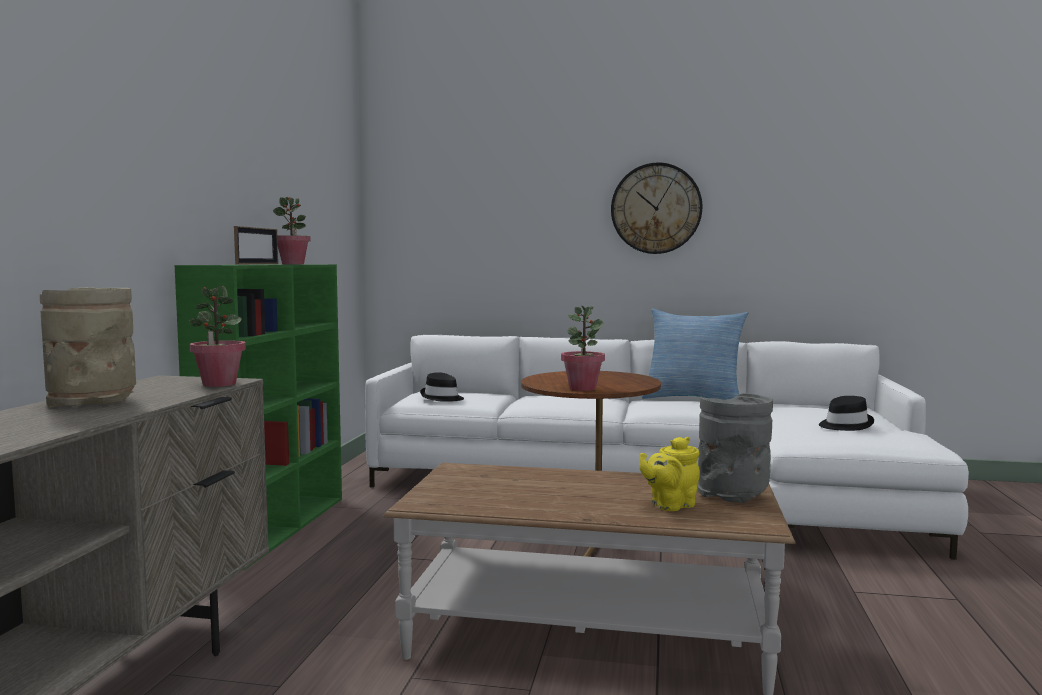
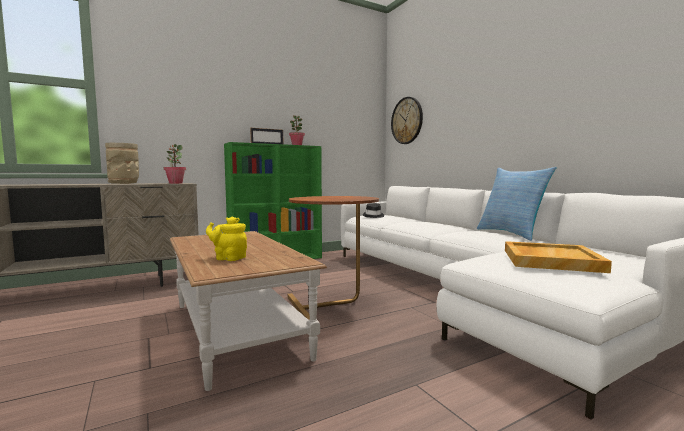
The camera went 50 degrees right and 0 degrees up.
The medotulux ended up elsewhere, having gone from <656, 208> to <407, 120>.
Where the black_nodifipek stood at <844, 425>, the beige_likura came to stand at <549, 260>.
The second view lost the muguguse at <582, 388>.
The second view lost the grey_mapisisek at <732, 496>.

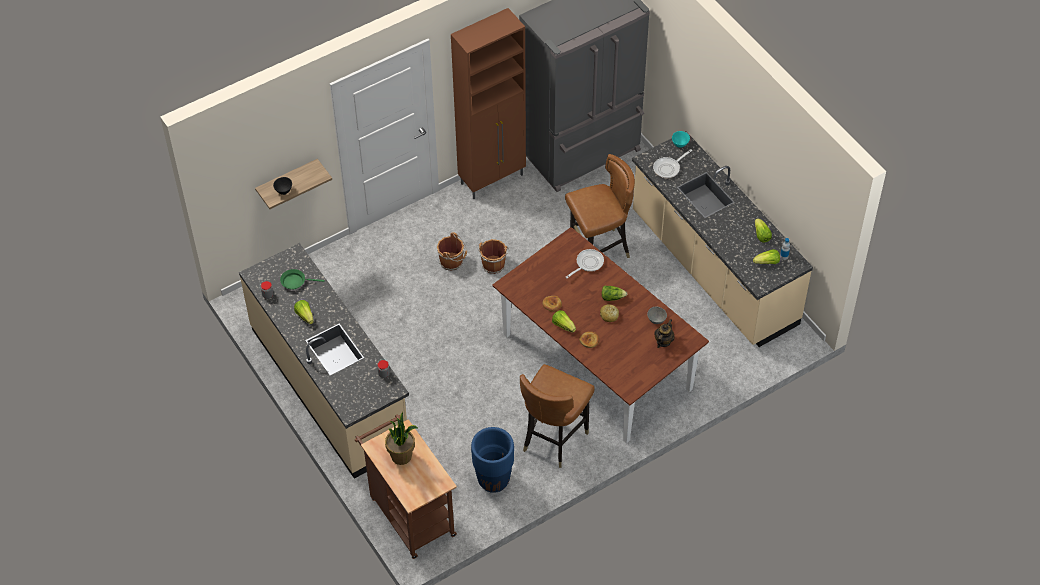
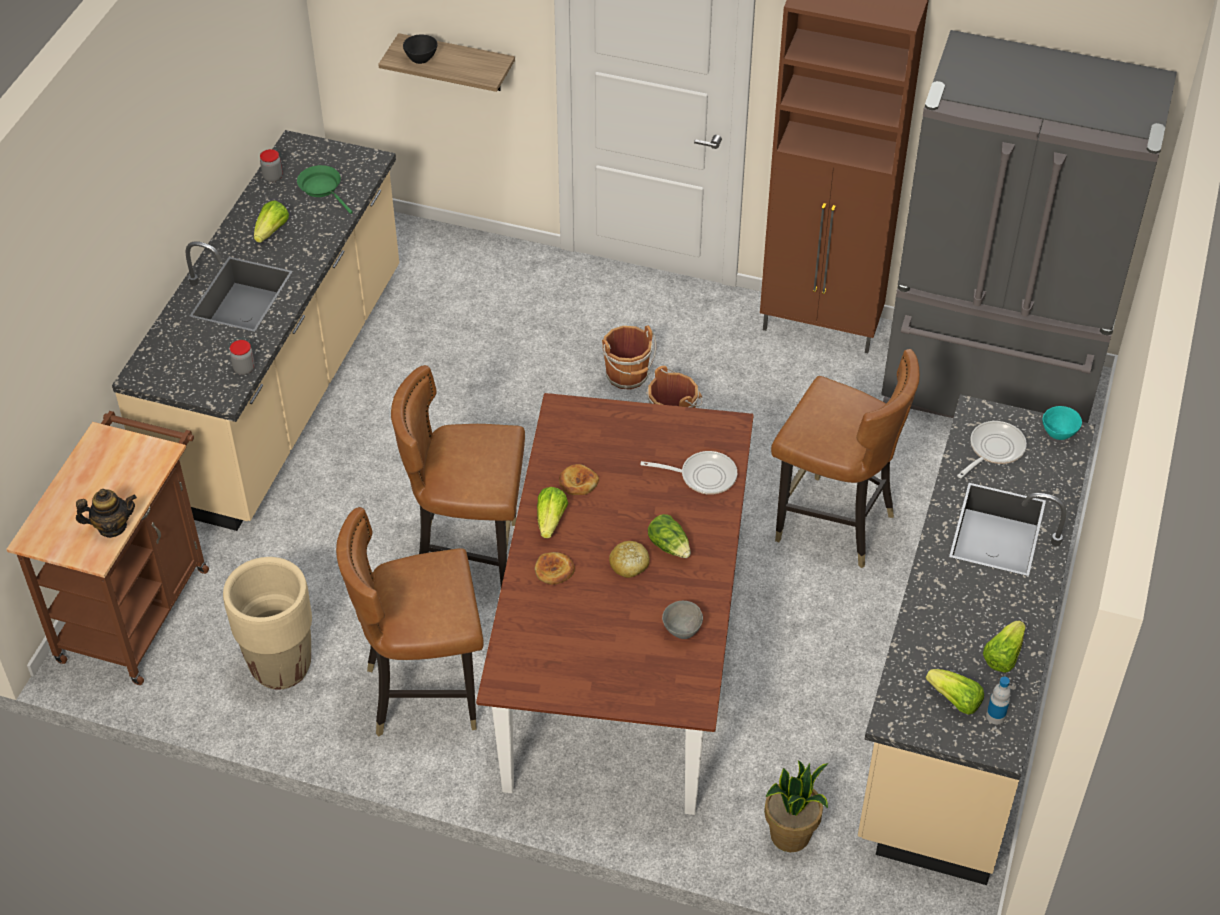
The camera went 50 degrees right and 5 degrees down.
The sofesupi ended up elsewhere, having gone from <663, 341> to <112, 527>.
What was the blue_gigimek at <493, 480> turned into the beige_gigimek at <281, 667>.
The second view gained the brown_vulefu at <470, 558>.
The muguguse ended up elsewhere, having gone from <402, 456> to <790, 836>.
The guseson at <668, 168> ended up facing another way, 120 degrees clockwise from before.

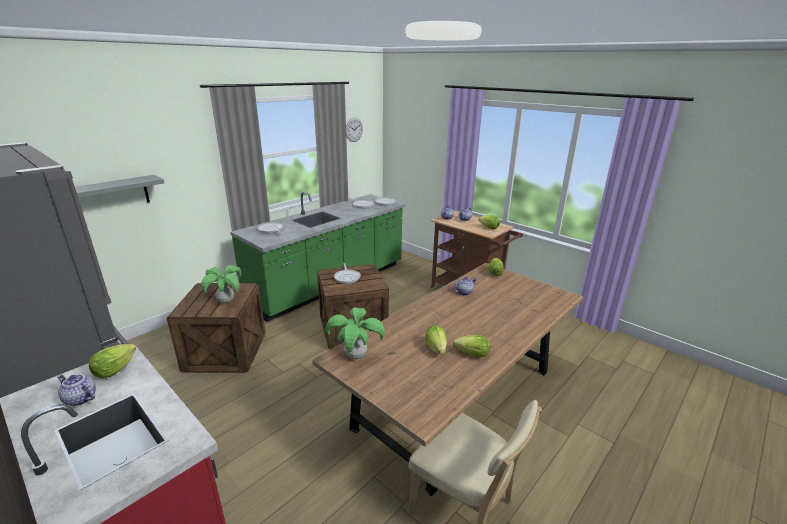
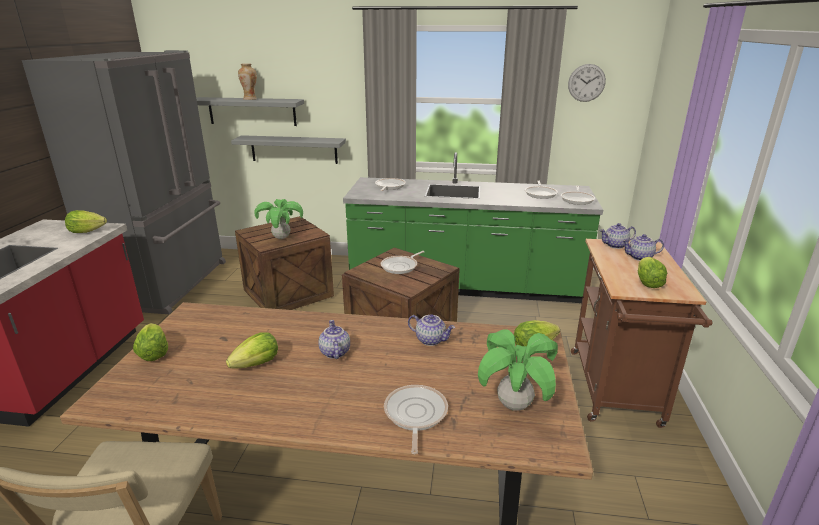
The camera went 55 degrees right and 0 degrees up.
The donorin ended up elsewhere, having gone from <472, 354> to <153, 353>.
The second view gained the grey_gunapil at <294, 149>.
The second view gained the mapisisek at <250, 99>.
The sofesupi ended up elsewhere, having gone from <79, 399> to <334, 352>.
The second view gained the guseson at <415, 415>.
The muguguse ended up elsewhere, having gone from <356, 356> to <514, 405>.

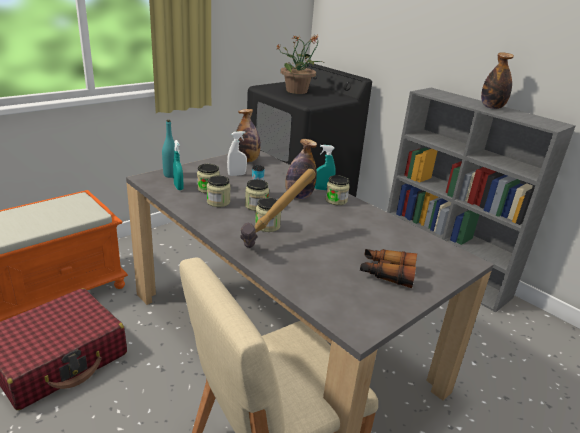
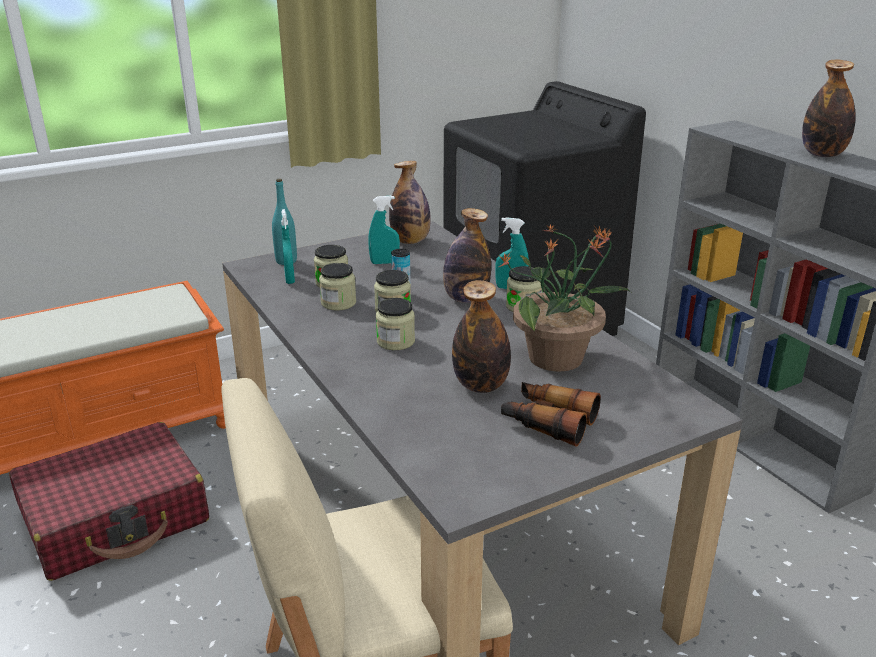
The camera went 15 degrees right and 0 degrees up.
What was the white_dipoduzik at <236, 175> turned into the turquoise_dipoduzik at <384, 262>.
The second view gained the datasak at <481, 386>.
The muguguse ended up elsewhere, having gone from <297, 91> to <558, 358>.
The second view lost the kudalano at <276, 244>.

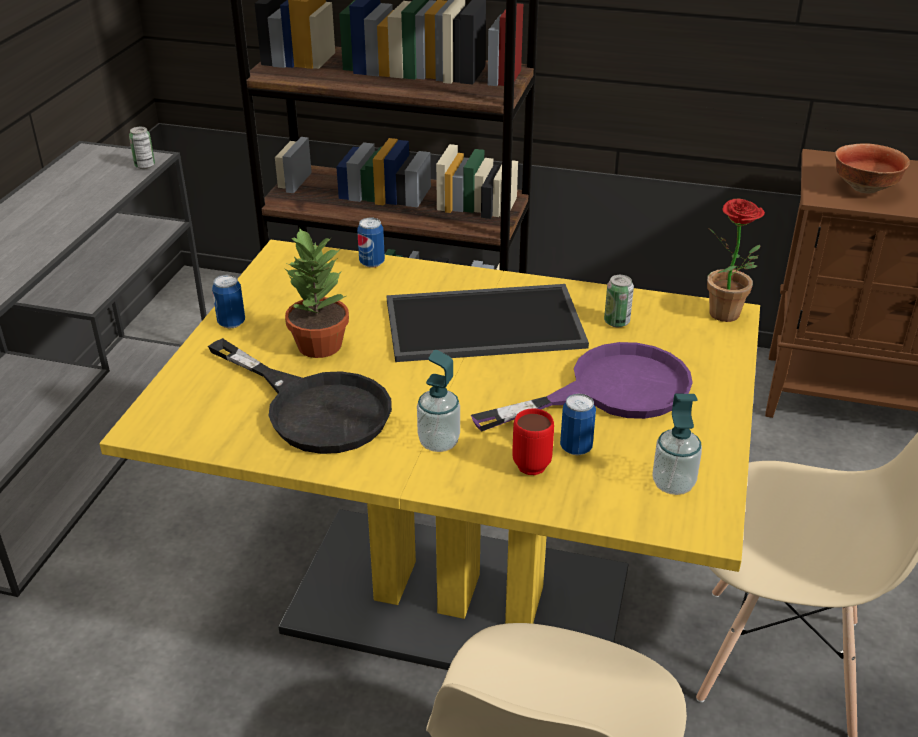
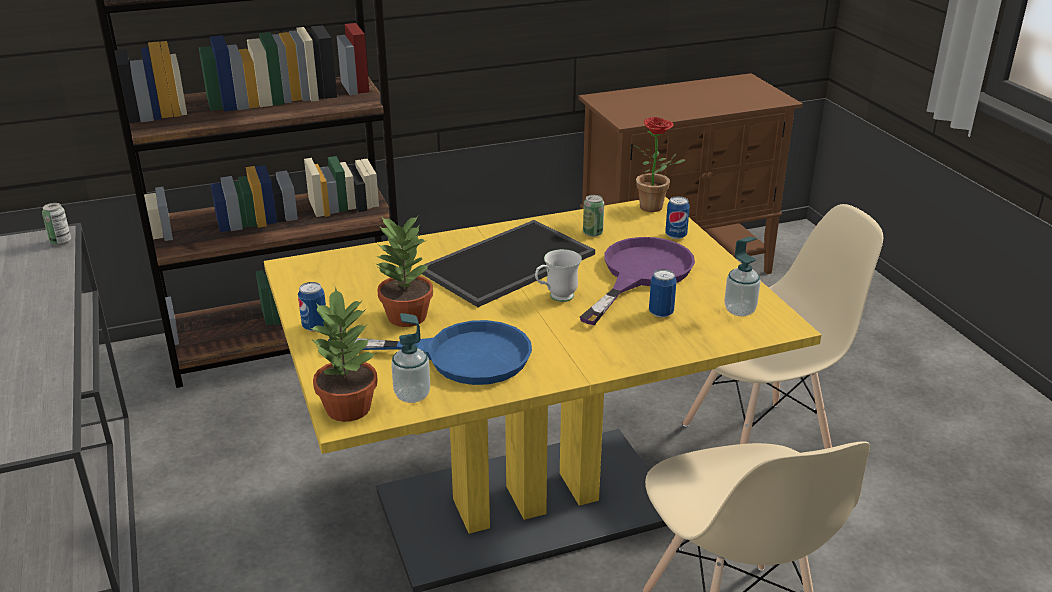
The camera went 35 degrees left and 5 degrees down.
The second view gained the muguguse at <349, 407>.
What was the black_guseson at <314, 407> turned into the blue_guseson at <458, 356>.
The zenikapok ended up elsewhere, having gone from <439, 442> to <412, 395>.
The second view gained the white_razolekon at <556, 298>.
The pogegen ended up elsewhere, having gone from <372, 263> to <676, 235>.
The second view lost the red_razolekon at <533, 461>.
The second view lost the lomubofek at <863, 188>.

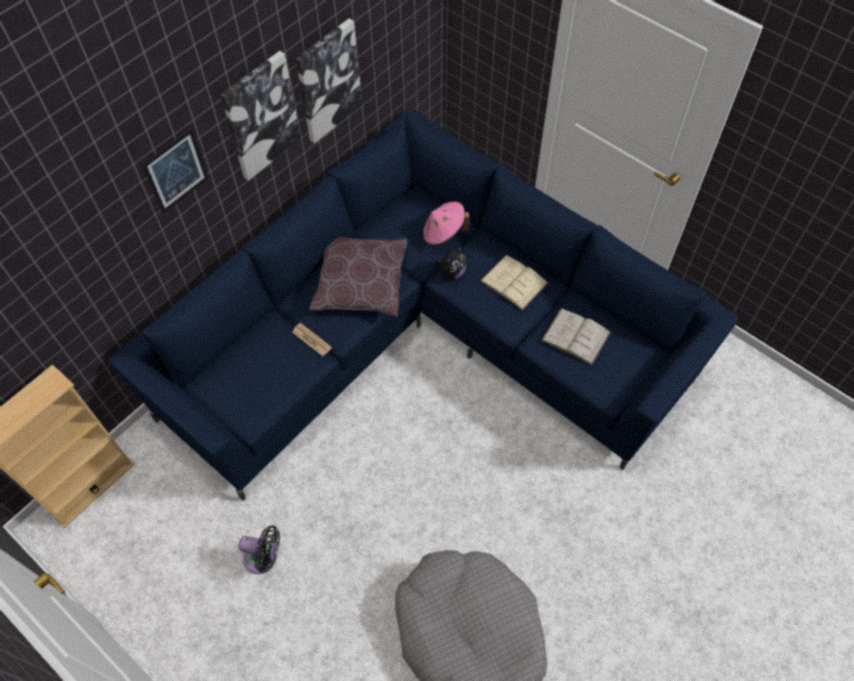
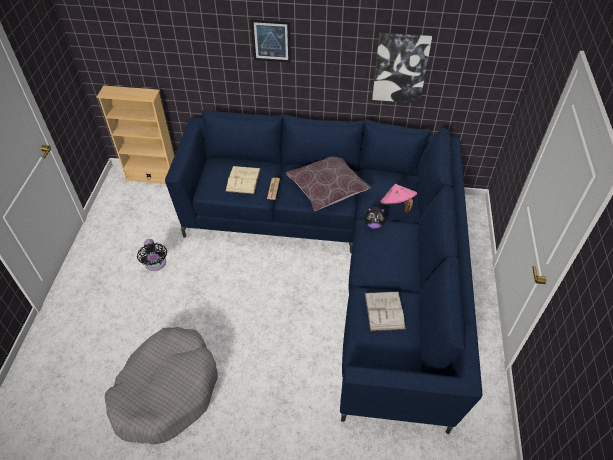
The camera went 55 degrees right and 10 degrees down.
The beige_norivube ended up elsewhere, having gone from <513, 282> to <243, 180>.
The second view lost the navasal at <260, 116>.

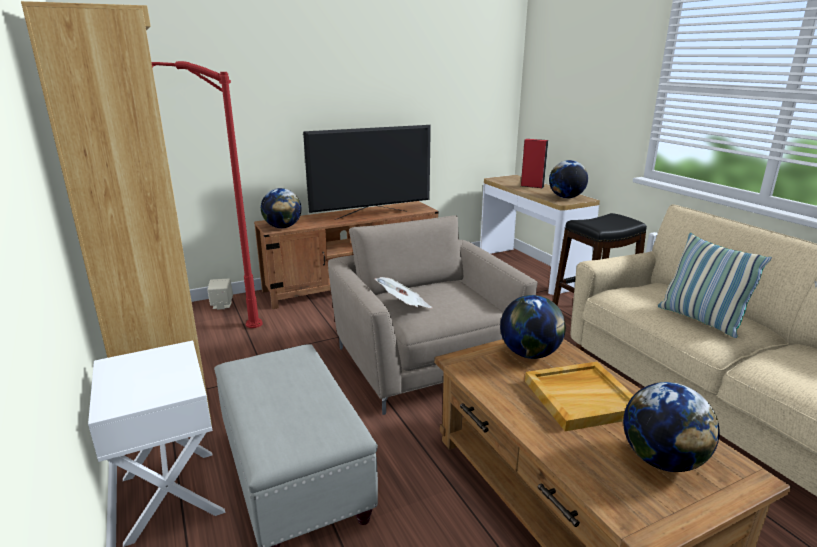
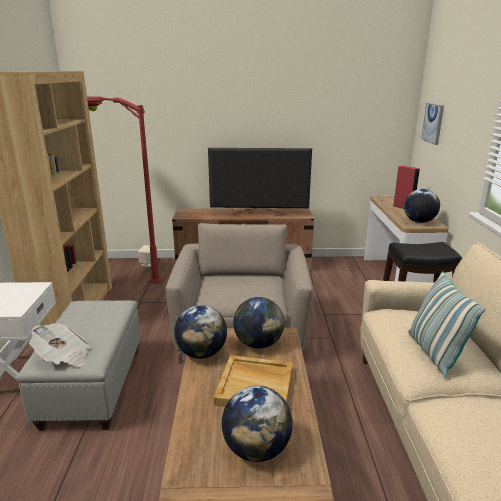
The camera went 25 degrees right and 0 degrees up.
The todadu ended up elsewhere, having gone from <404, 306> to <63, 357>.
The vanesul ended up elsewhere, having gone from <283, 227> to <202, 353>.
The second view gained the navasal at <433, 123>.

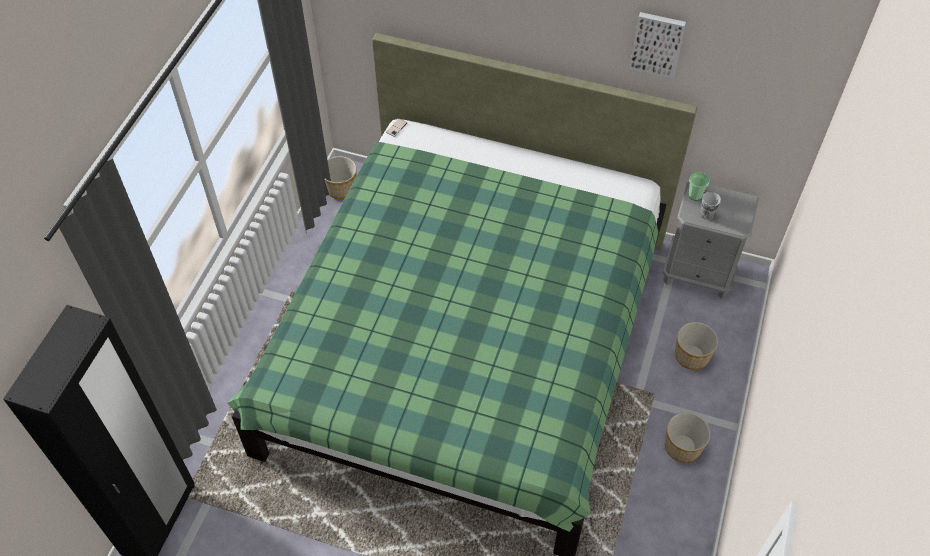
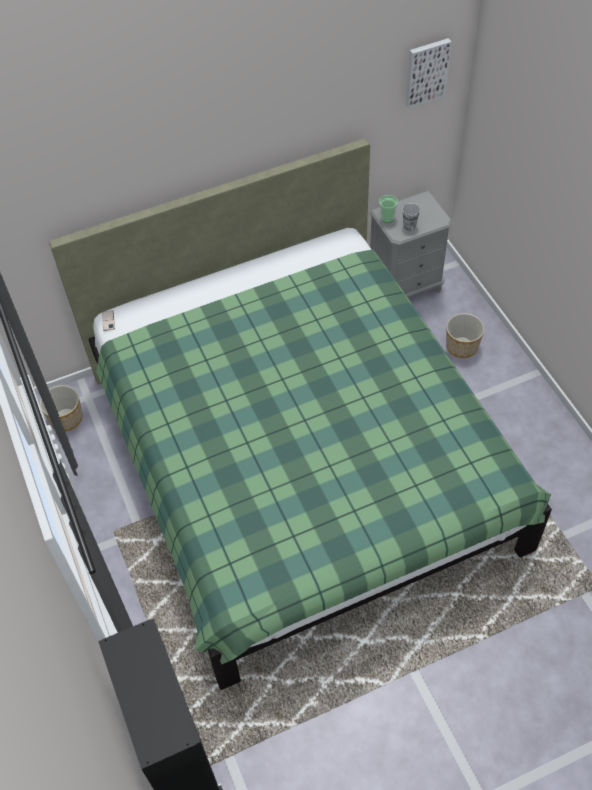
The camera went 40 degrees left and 0 degrees up.
The navasal ended up elsewhere, having gone from <657, 43> to <426, 72>.
The second view lost the gigimek at <683, 447>.

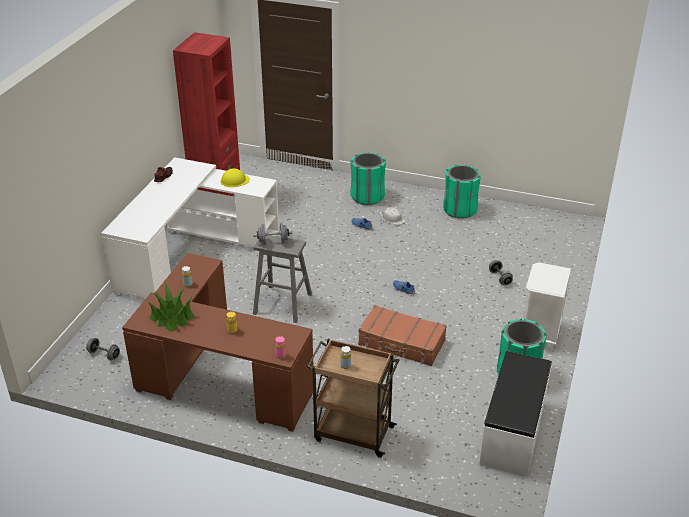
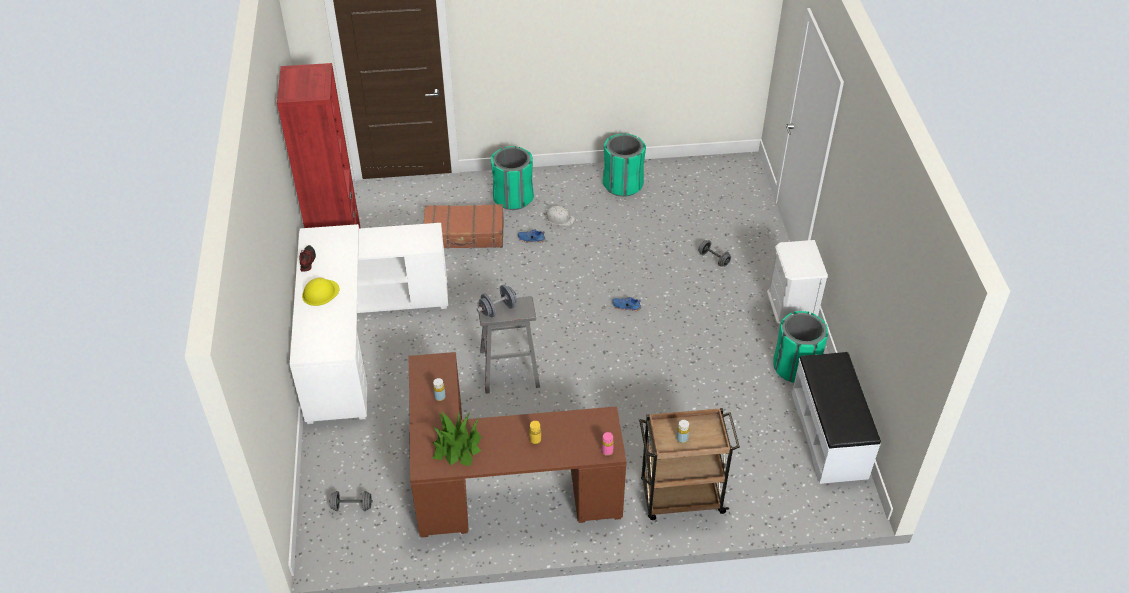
The camera went 25 degrees left and 10 degrees up.
The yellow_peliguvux ended up elsewhere, having gone from <234, 180> to <320, 293>.
The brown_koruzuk ended up elsewhere, having gone from <401, 343> to <464, 234>.

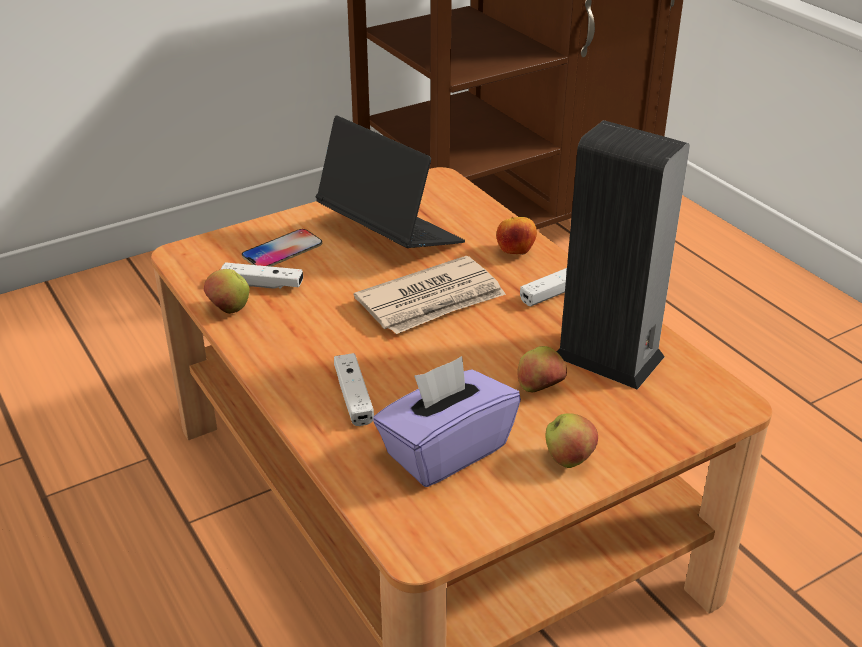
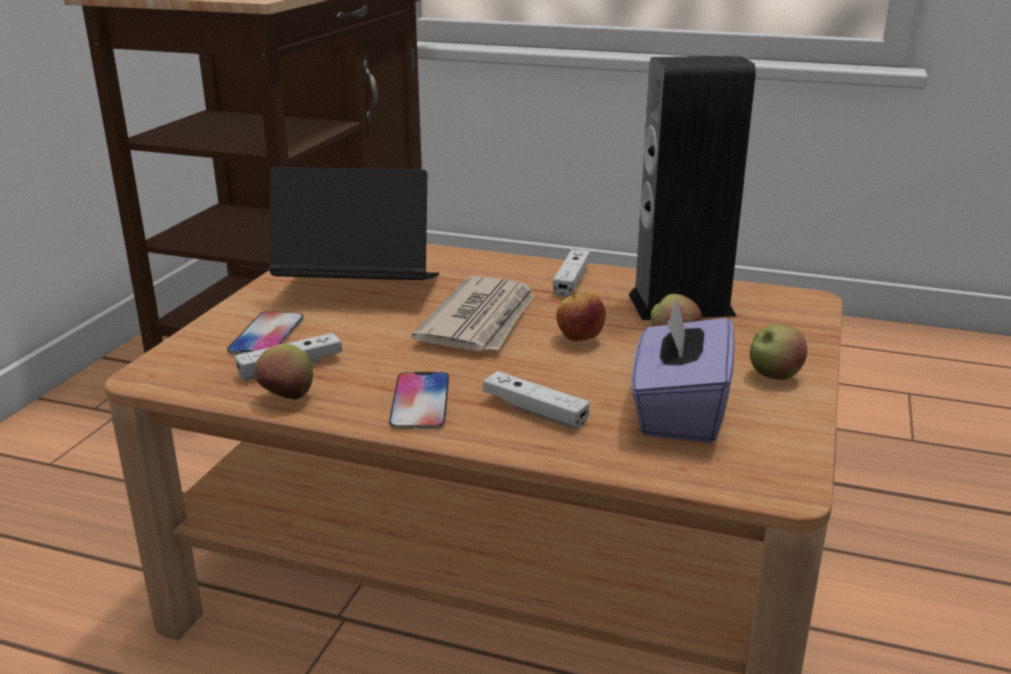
The camera went 40 degrees left and 10 degrees down.
The second view gained the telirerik at <420, 402>.
The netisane ended up elsewhere, having gone from <515, 252> to <579, 340>.

